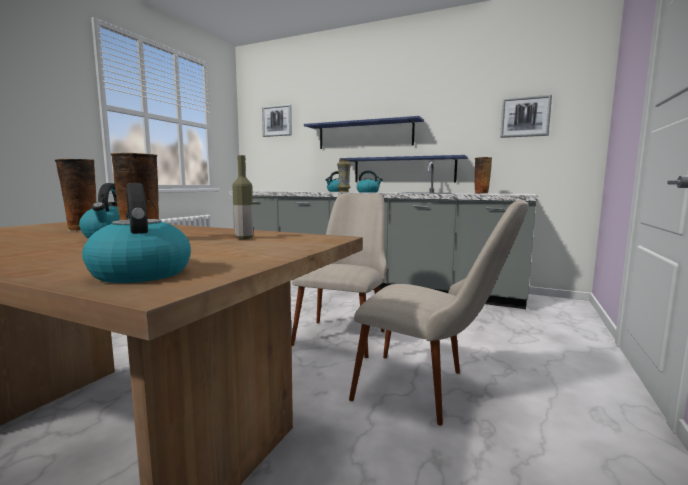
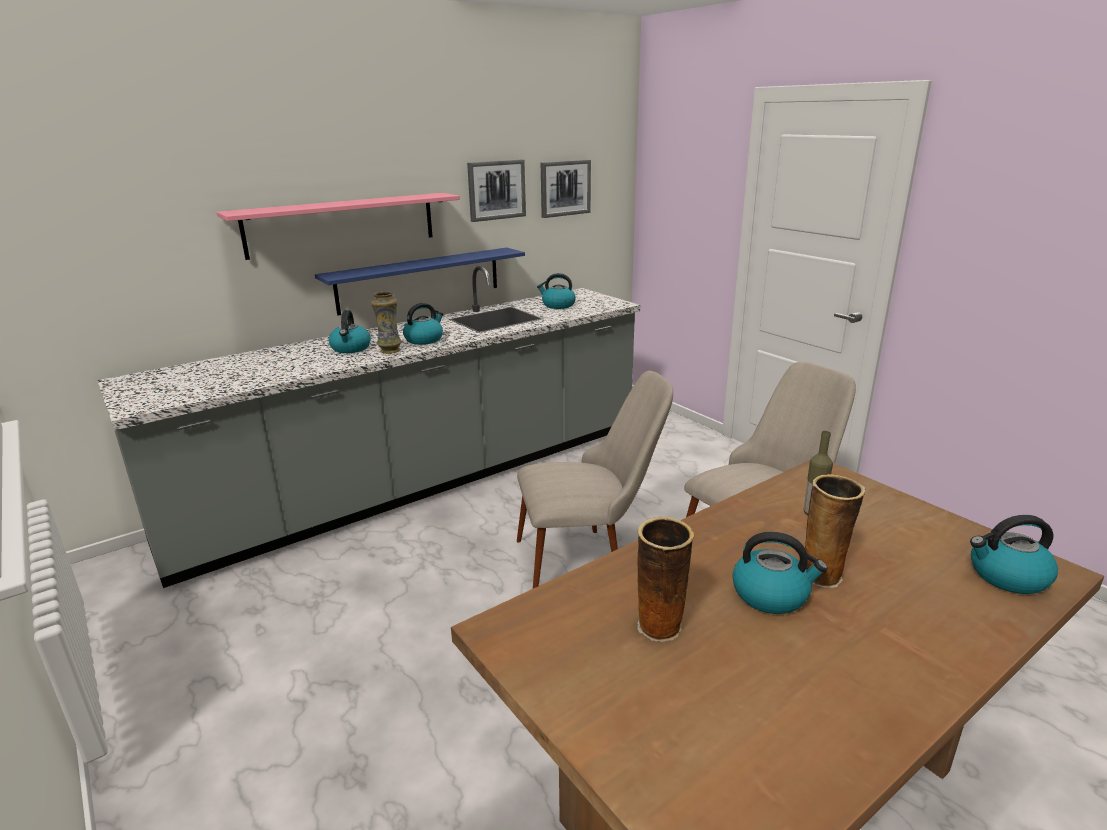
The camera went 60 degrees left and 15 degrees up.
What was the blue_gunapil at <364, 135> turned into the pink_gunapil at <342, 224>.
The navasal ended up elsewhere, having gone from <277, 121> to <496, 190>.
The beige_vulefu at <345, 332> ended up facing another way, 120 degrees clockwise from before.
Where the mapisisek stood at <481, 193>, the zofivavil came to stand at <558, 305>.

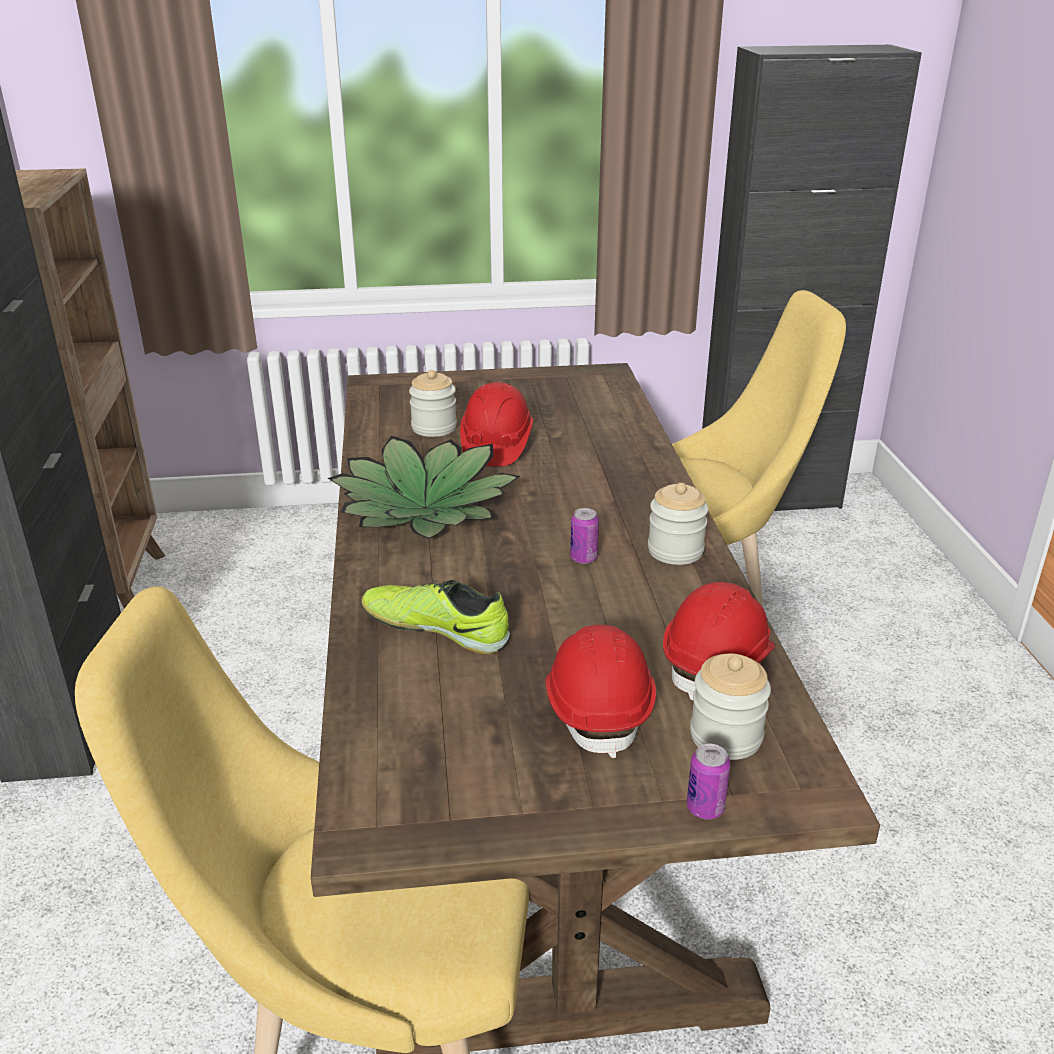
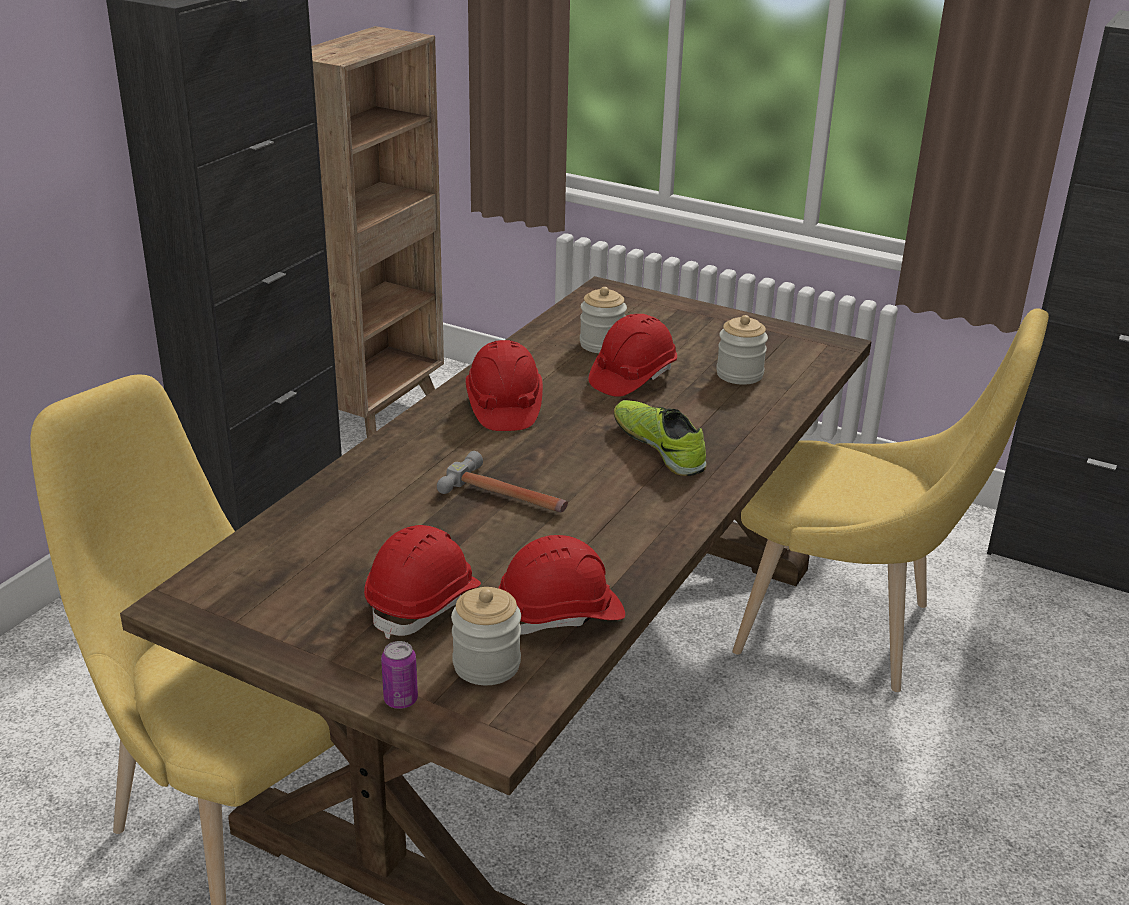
The camera went 35 degrees right and 0 degrees up.
The second view gained the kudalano at <507, 496>.
Where the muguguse stood at <424, 508>, the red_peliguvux came to stand at <503, 407>.
The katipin ended up elsewhere, having gone from <436, 628> to <659, 447>.
The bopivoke ended up elsewhere, having gone from <675, 551> to <739, 374>.
The second view lost the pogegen at <583, 558>.

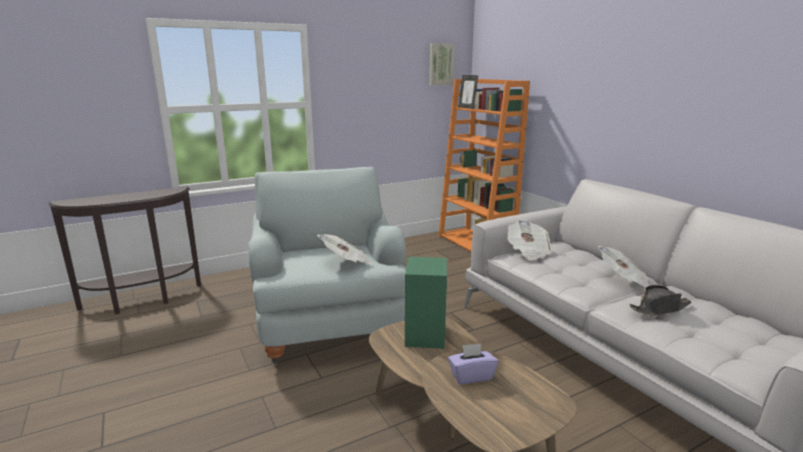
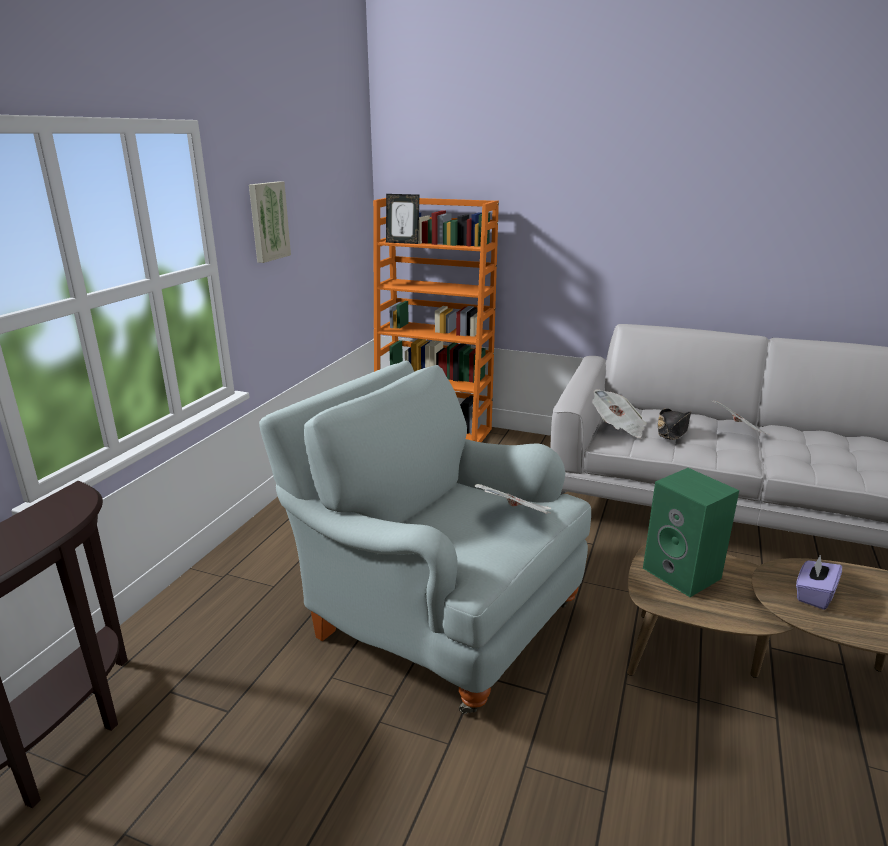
The camera went 40 degrees left and 5 degrees up.
The navasal ended up elsewhere, having gone from <440, 64> to <267, 221>.
The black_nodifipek ended up elsewhere, having gone from <659, 308> to <672, 431>.

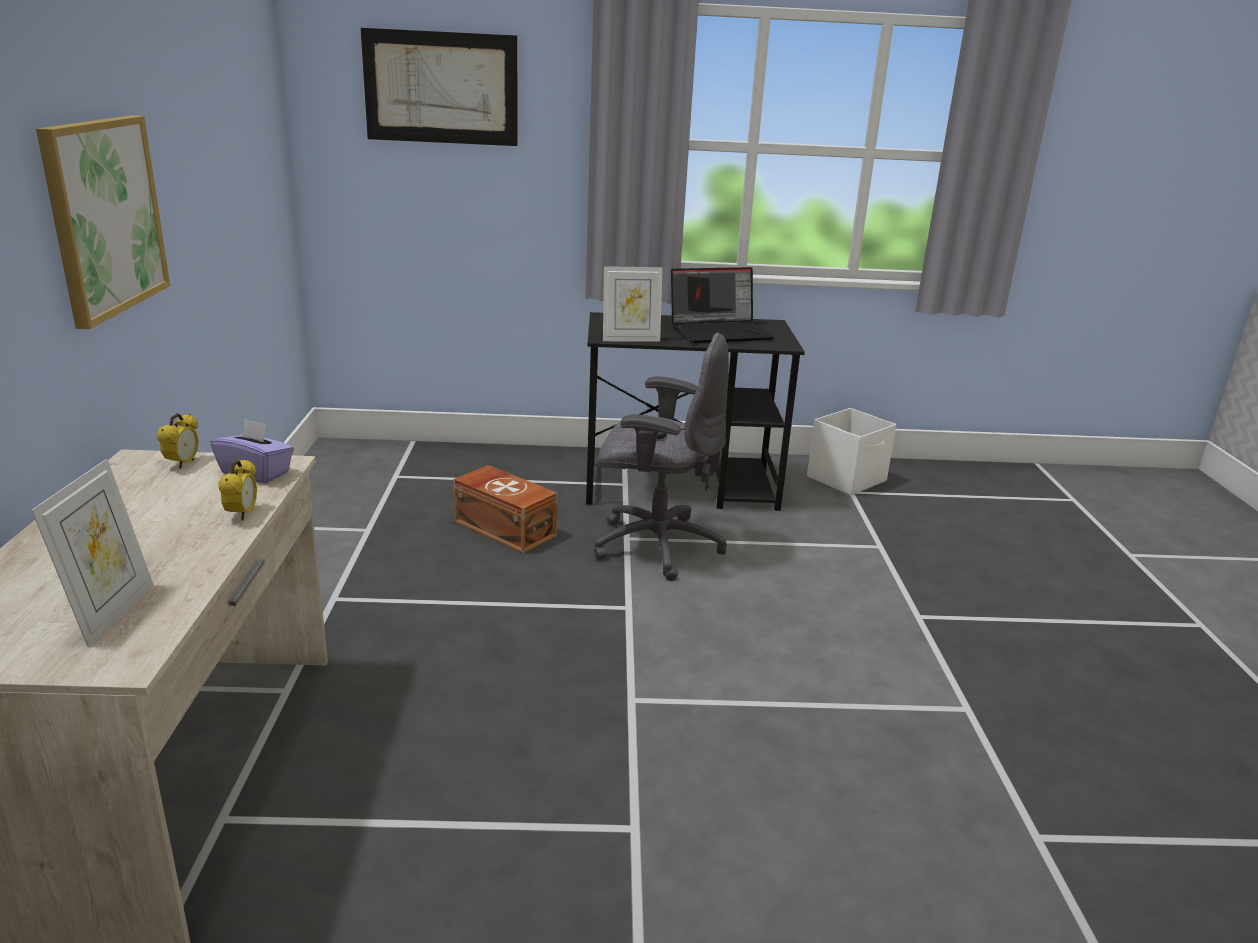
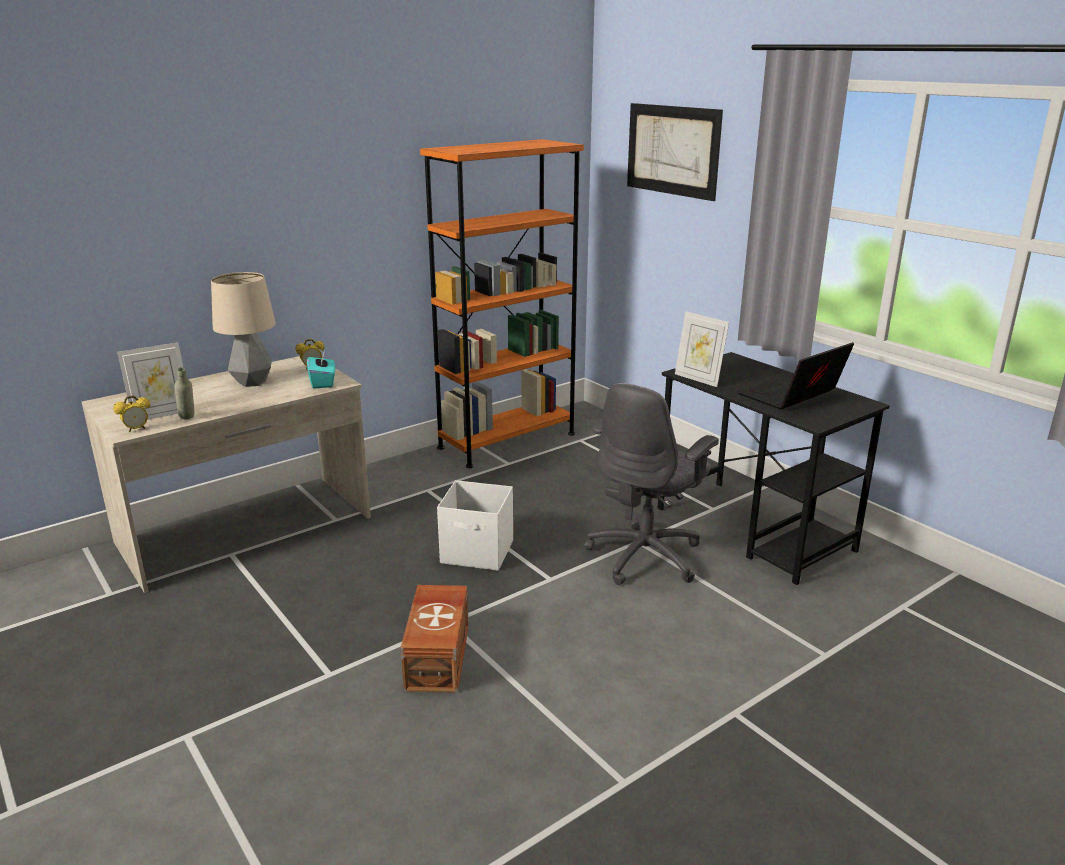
The camera went 55 degrees right and 0 degrees up.
The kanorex ended up elsewhere, having gone from <242, 515> to <136, 429>.
The second view gained the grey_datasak at <188, 420>.
The second view gained the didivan at <252, 382>.
What was the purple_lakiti at <256, 473> turned into the turquoise_lakiti at <323, 382>.
The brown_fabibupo ended up elsewhere, having gone from <505, 528> to <439, 656>.
The second view gained the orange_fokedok at <507, 441>.
The white_fabibupo ended up elsewhere, having gone from <847, 479> to <478, 552>.
The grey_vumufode at <655, 545> ended up facing another way, 60 degrees clockwise from before.
The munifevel at <721, 332> ended up facing another way, 105 degrees clockwise from before.
The second view lost the navasal at <104, 216>.

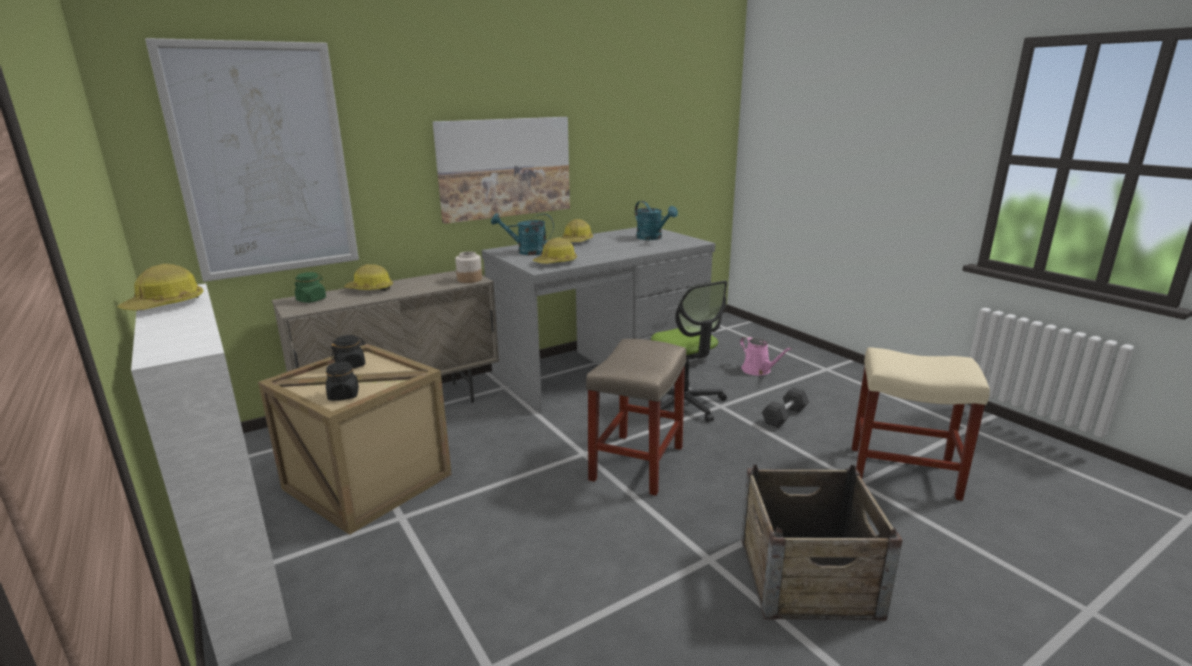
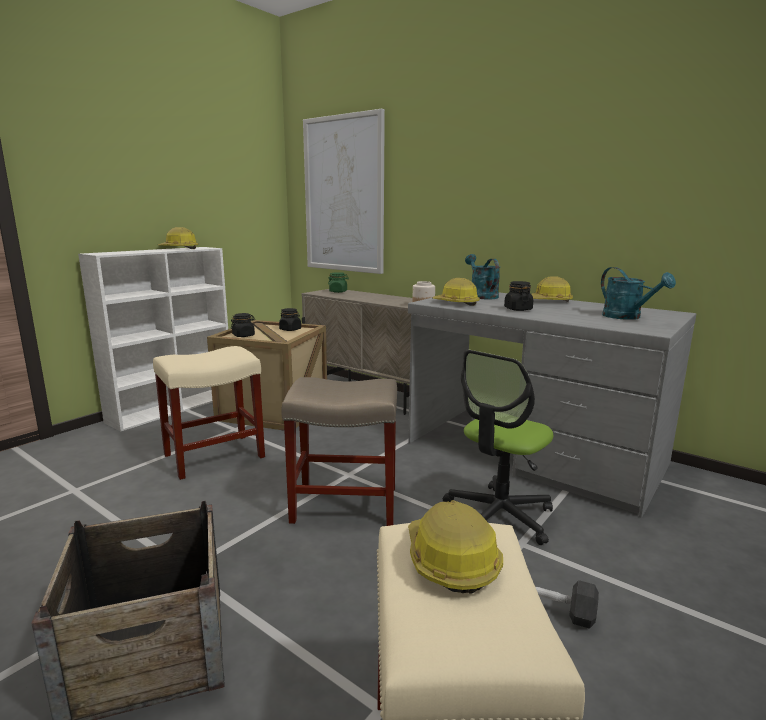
The camera went 70 degrees right and 5 degrees down.
The second view gained the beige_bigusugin at <215, 455>.
The peliguvux ended up elsewhere, having gone from <370, 289> to <450, 561>.
The second view gained the black_bopivoke at <518, 309>.
The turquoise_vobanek at <653, 238> ended up facing another way, 60 degrees counterclockwise from before.
The second view lost the navasal at <504, 168>.
The second view lost the pink_vobanek at <758, 370>.

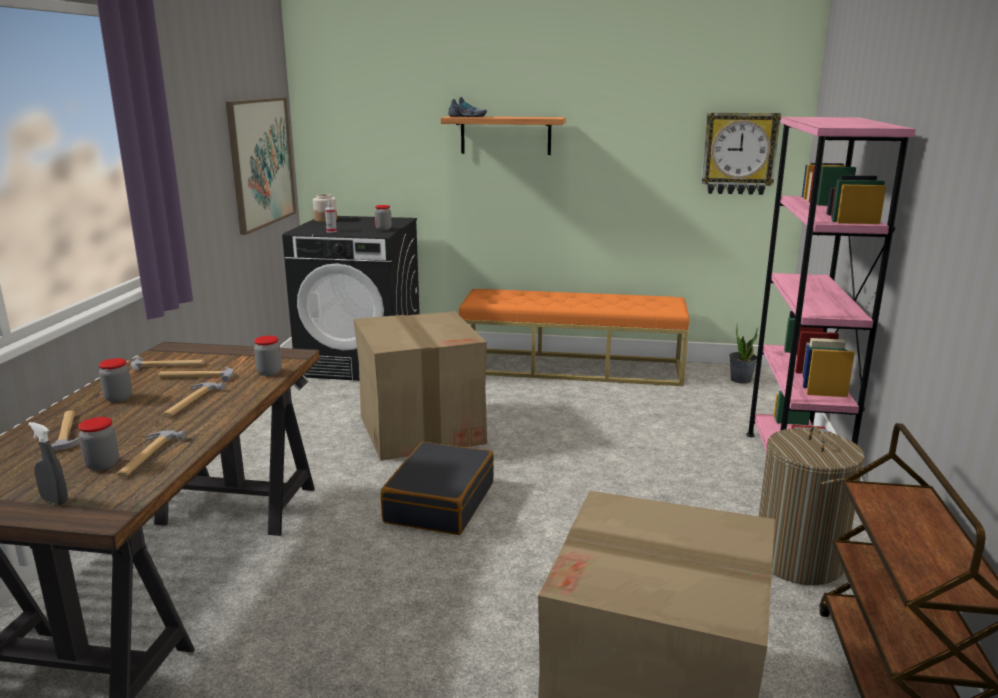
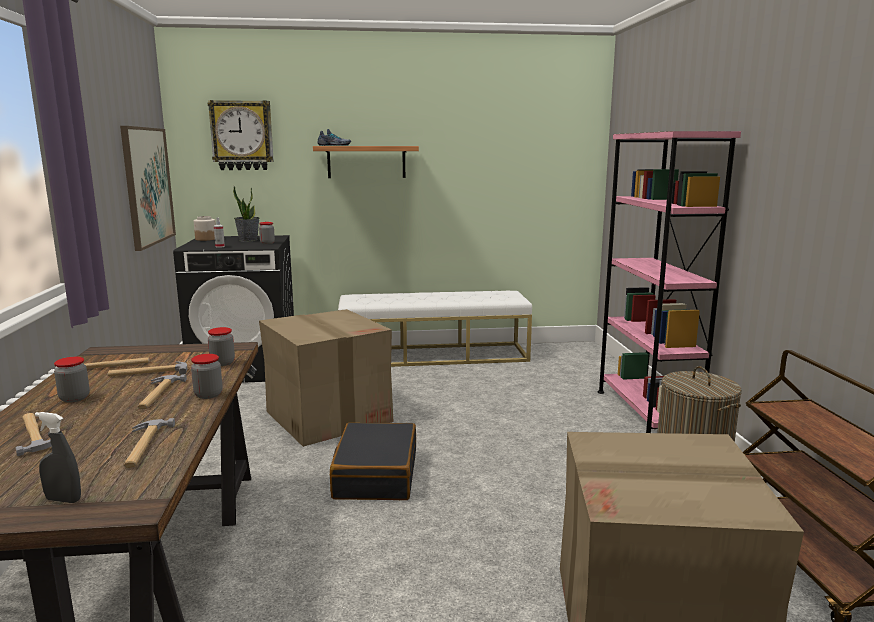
The camera went 15 degrees left and 5 degrees down.
The bopivoke ended up elsewhere, having gone from <102, 465> to <208, 395>.
The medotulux ended up elsewhere, having gone from <739, 153> to <242, 135>.
The muguguse ended up elsewhere, having gone from <740, 379> to <248, 240>.
What was the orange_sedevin at <572, 367> turned into the white_sedevin at <434, 355>.

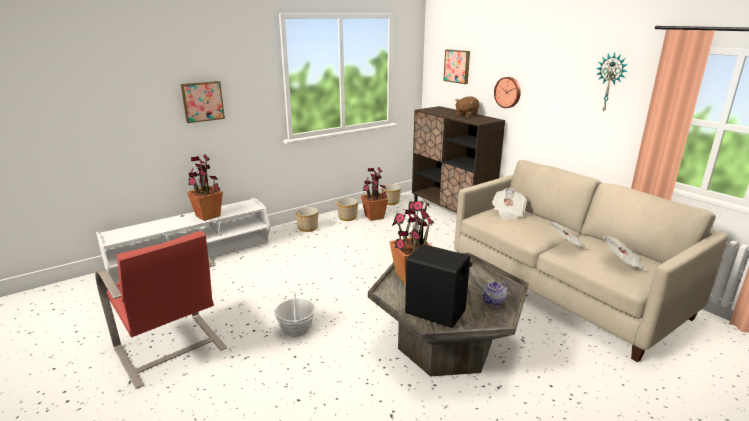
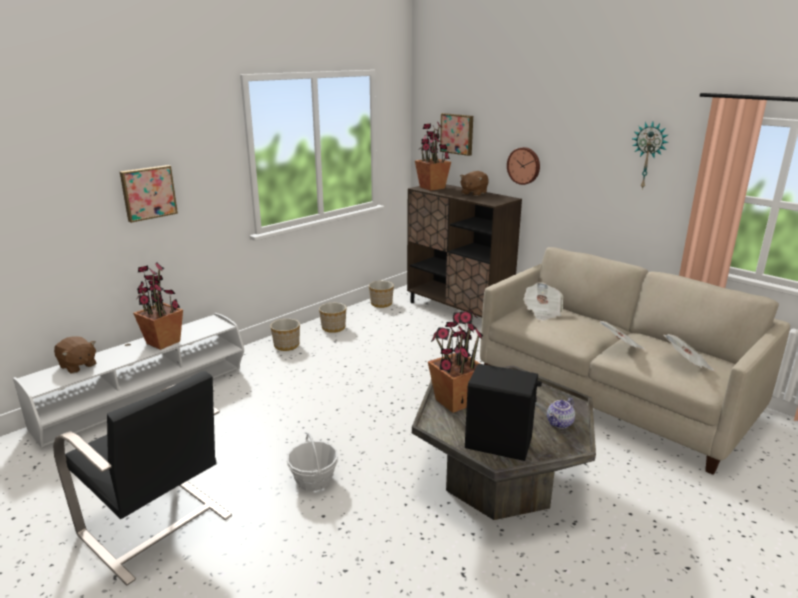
The camera went 10 degrees left and 0 degrees up.
What was the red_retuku at <170, 349> turned into the black_retuku at <157, 526>.
The second view gained the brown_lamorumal at <78, 366>.
The muguguse ended up elsewhere, having gone from <374, 217> to <432, 188>.

